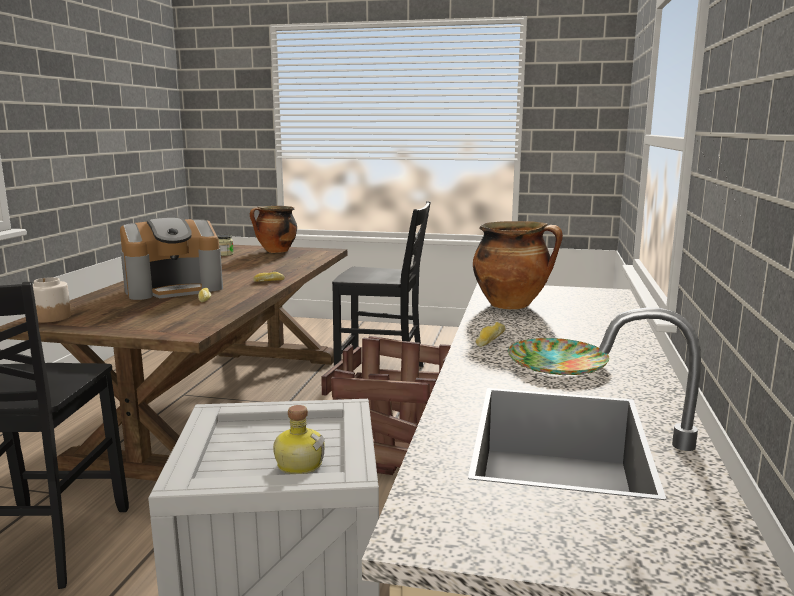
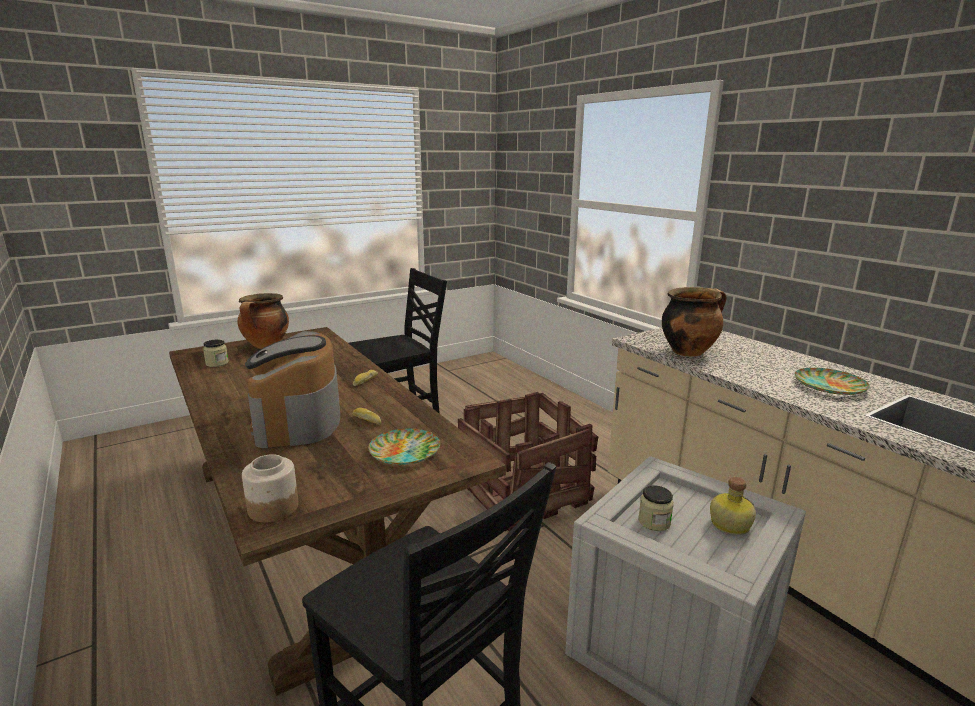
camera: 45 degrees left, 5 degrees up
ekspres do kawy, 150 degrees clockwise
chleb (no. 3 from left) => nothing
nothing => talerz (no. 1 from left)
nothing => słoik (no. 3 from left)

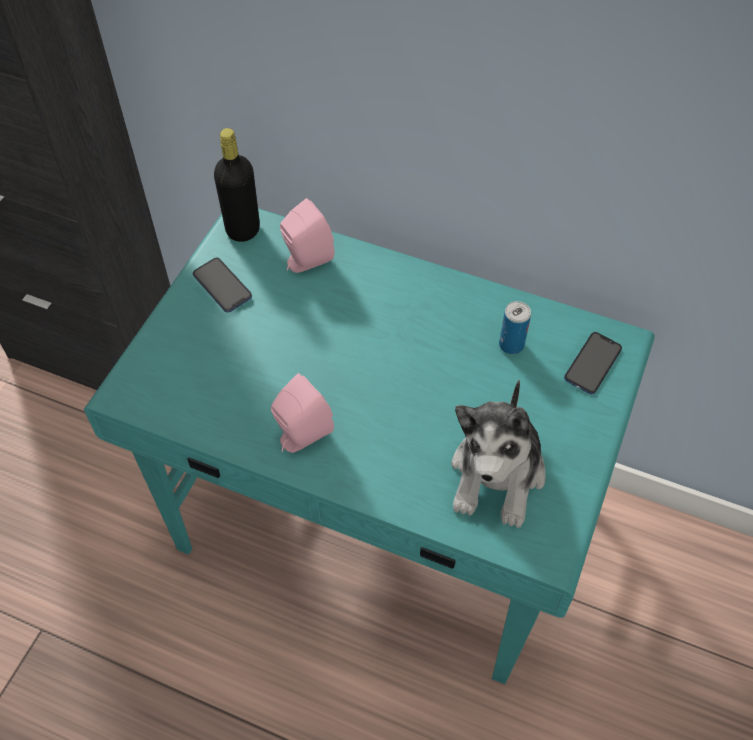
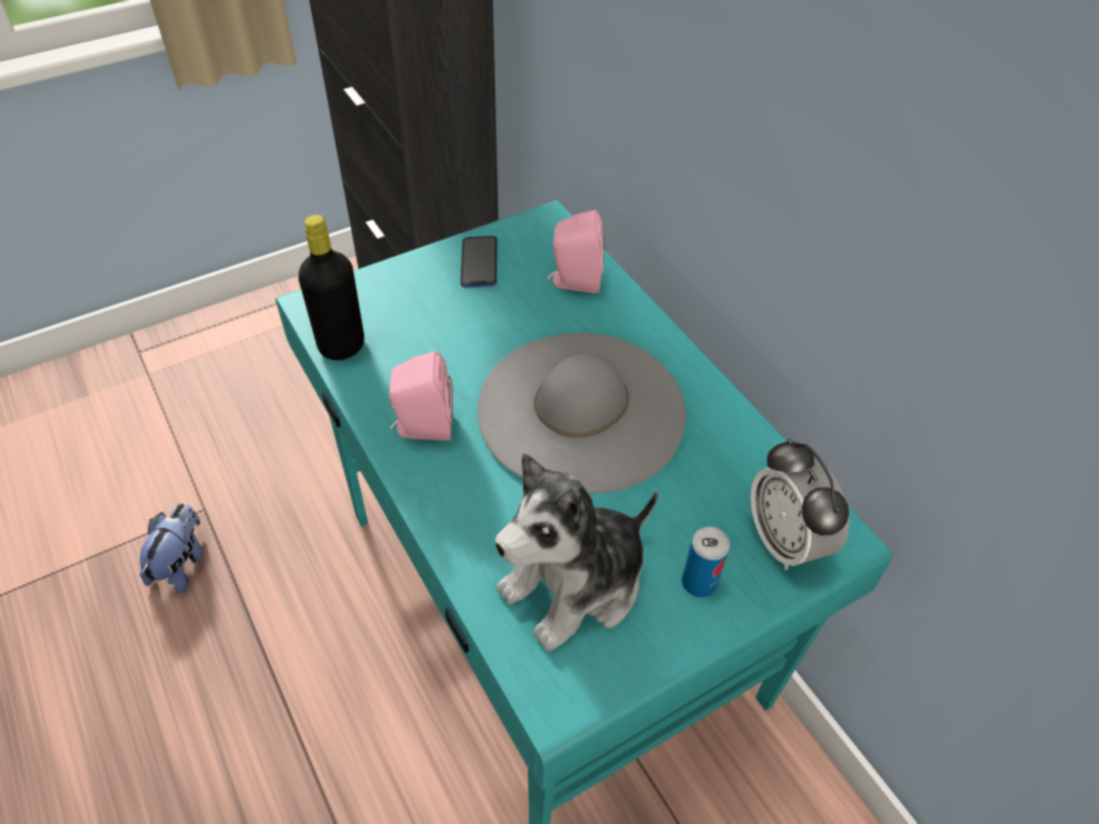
camera: 35 degrees right, 5 degrees down
butelka/czarny, shifted
puszka, shifted
telefon (no. 2 from left) => budzik
nothing => pluszak (no. 1 from left)
nothing => kapelusz/szary

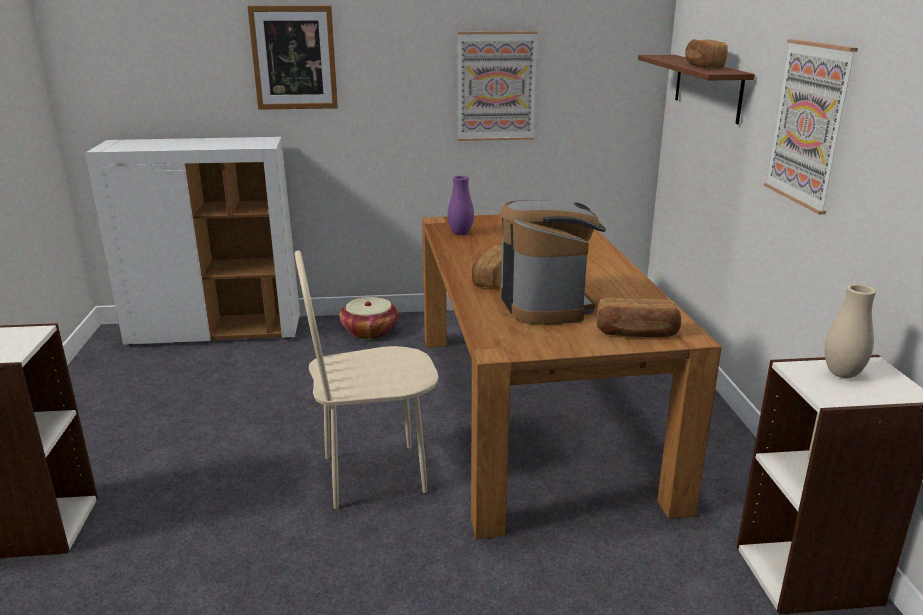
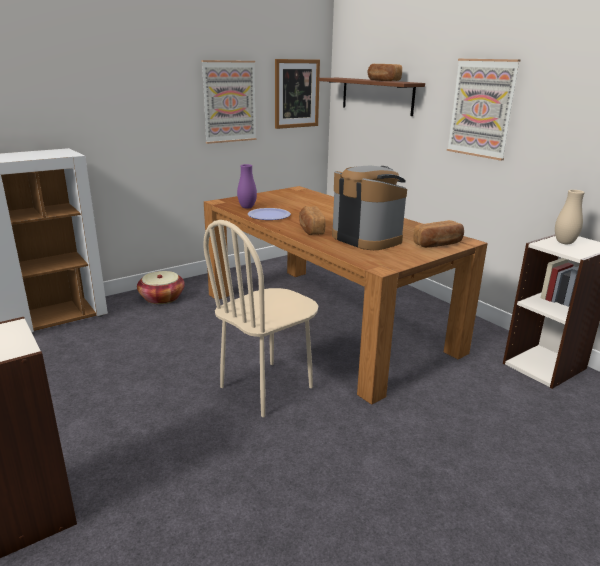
camera: 30 degrees left, 0 degrees up
obraz (no. 1 from left in the first image) => obraz (no. 2 from left), shifted
nothing => talerz

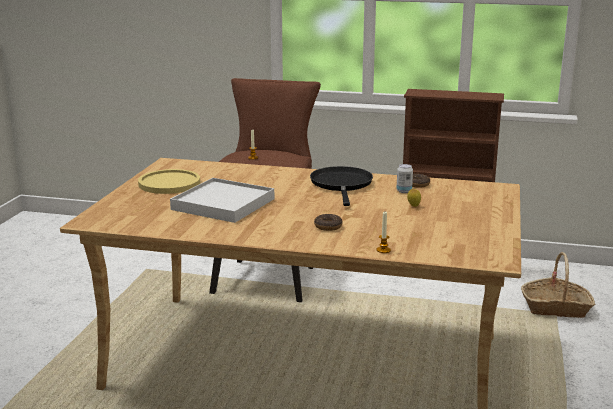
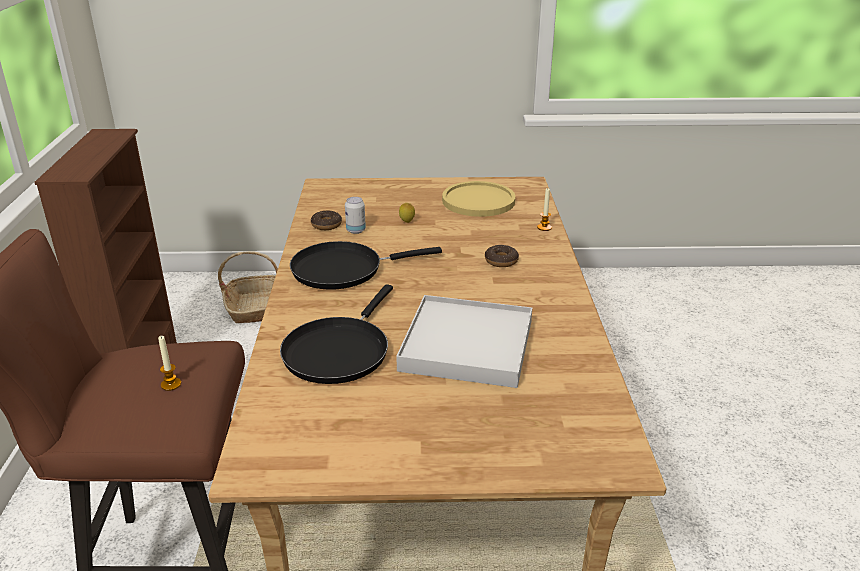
camera: 105 degrees left, 10 degrees up
talerz/żółty, shifted
nothing => patelnia/czarny (no. 1 from left)

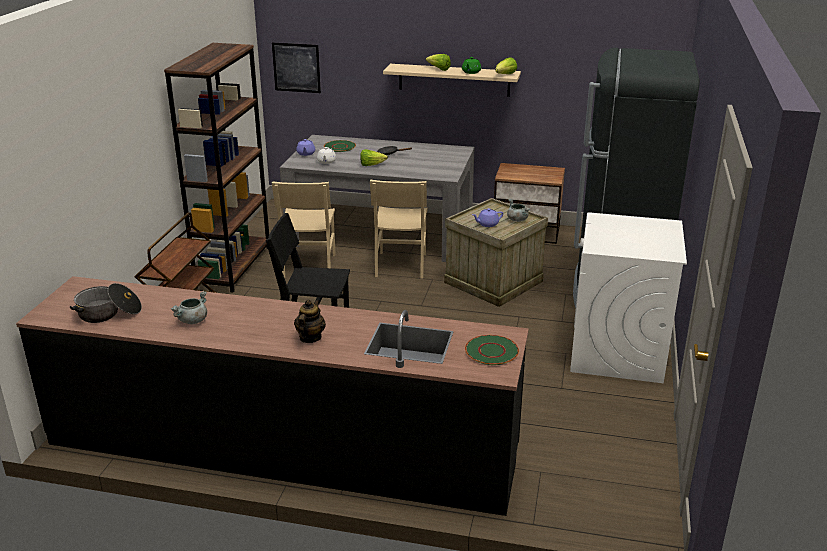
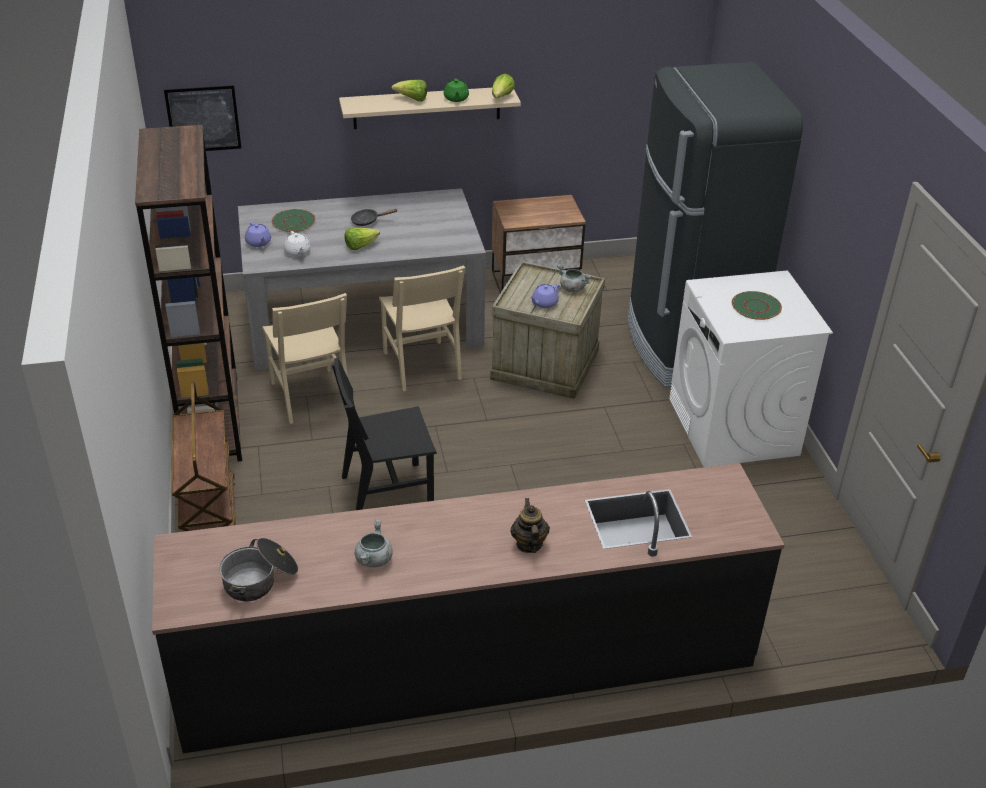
camera: 25 degrees left, 10 degrees up
talerz/zielony (no. 2 from left), shifted

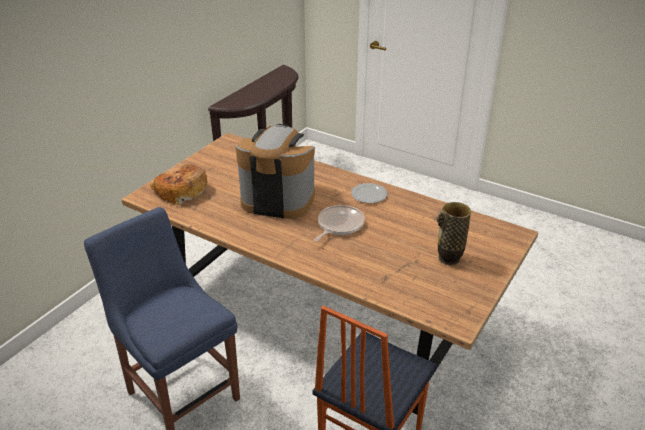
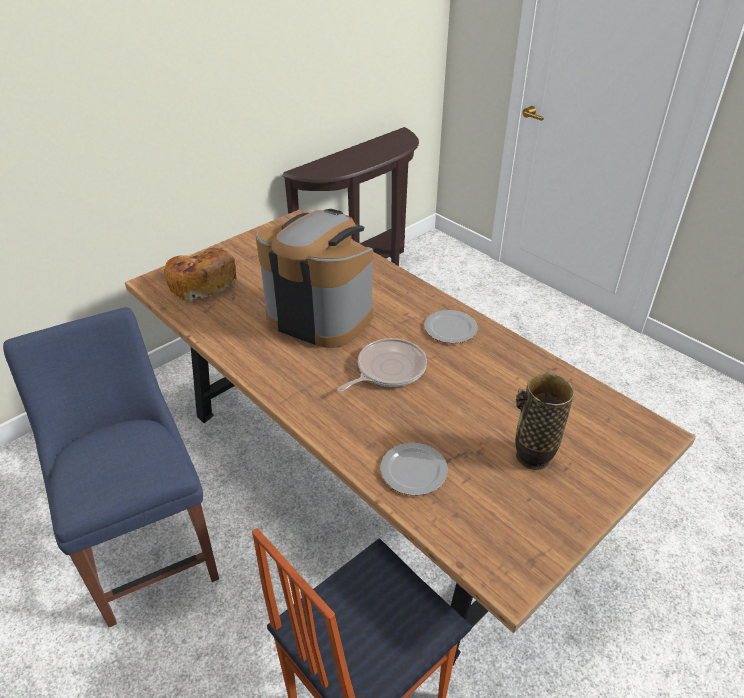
camera: 15 degrees right, 5 degrees up
nothing => talerz (no. 1 from left)

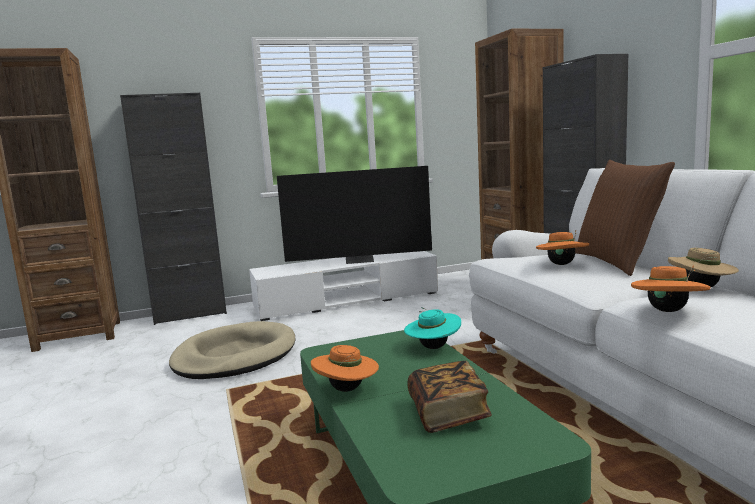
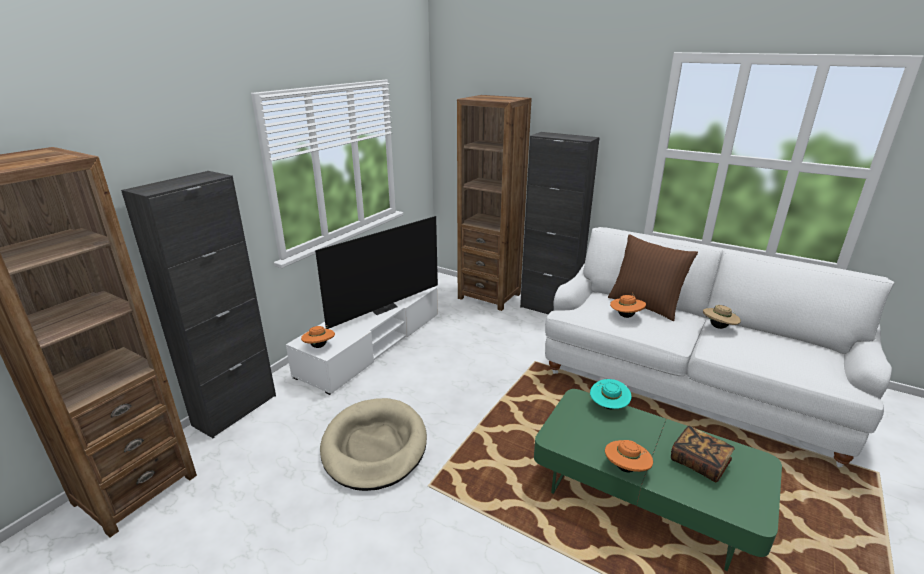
camera: 40 degrees left, 15 degrees up
kapelusz/pomarańczowy (no. 3 from left in the first image) => kapelusz/pomarańczowy (no. 1 from left), shifted

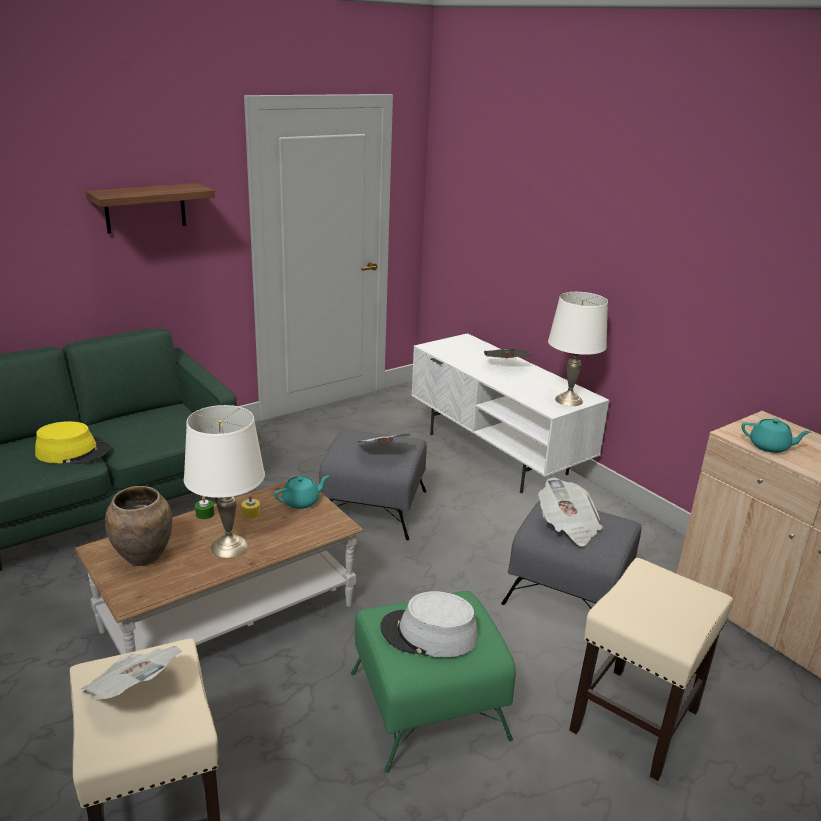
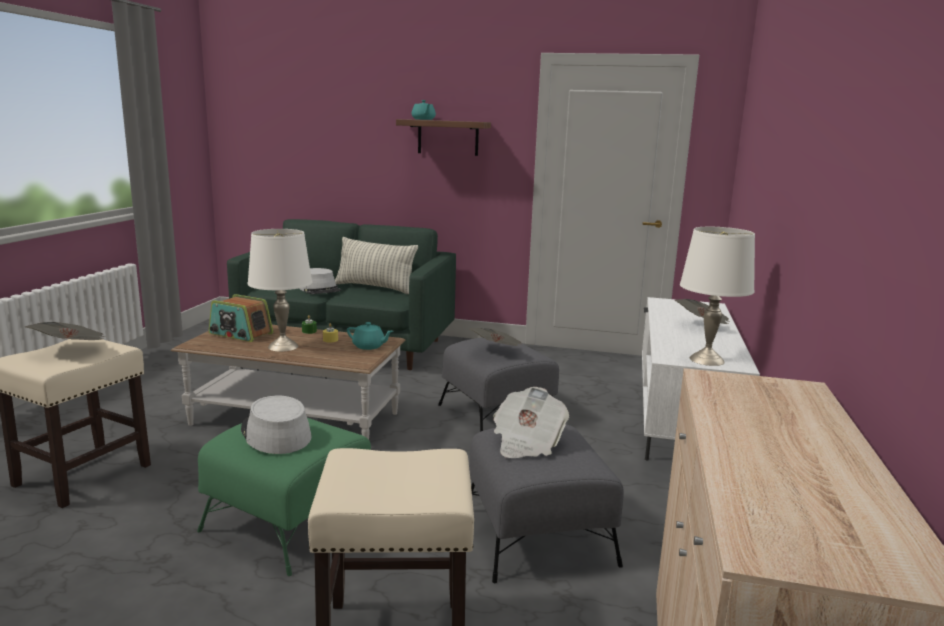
camera: 50 degrees right, 10 degrees down
kapelusz/żółty => kapelusz/szary (no. 2 from left)
wazon/brązowy => radio
imbryk/turkusowy (no. 2 from left), shifted
nothing => poduszka

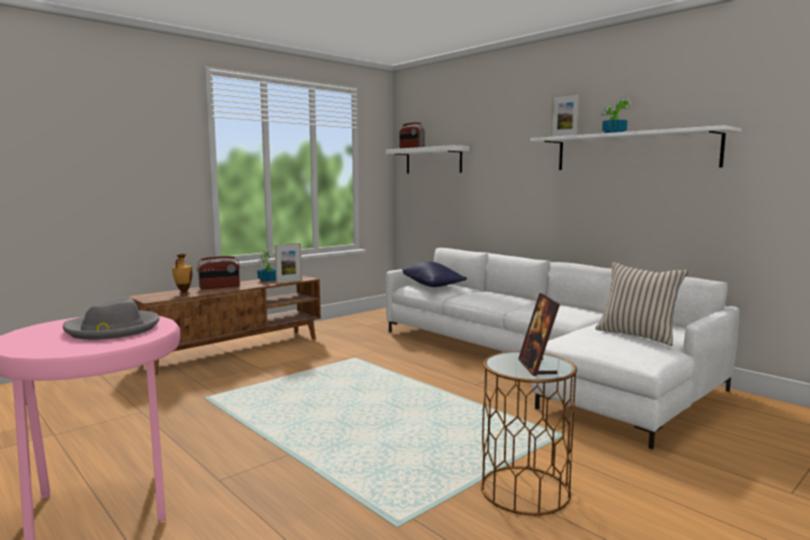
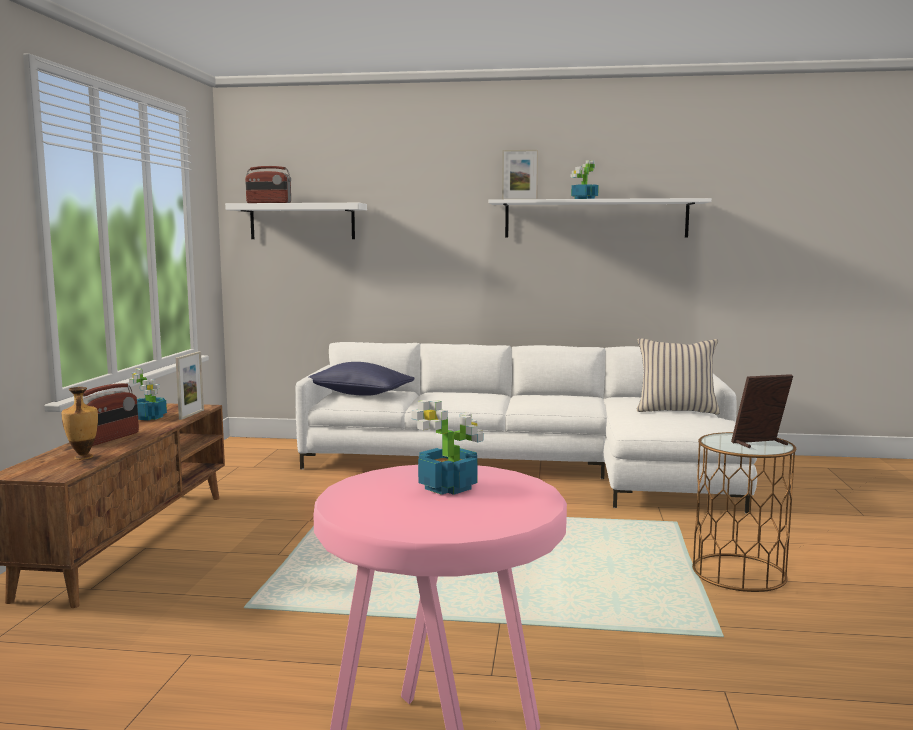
camera: 40 degrees left, 0 degrees up
kapelusz/szary => roślina doniczkowa (no. 2 from left)
ramka na zdjęcie (no. 2 from left in the first image) => ramka na zdjęcie (no. 3 from left), 120 degrees clockwise

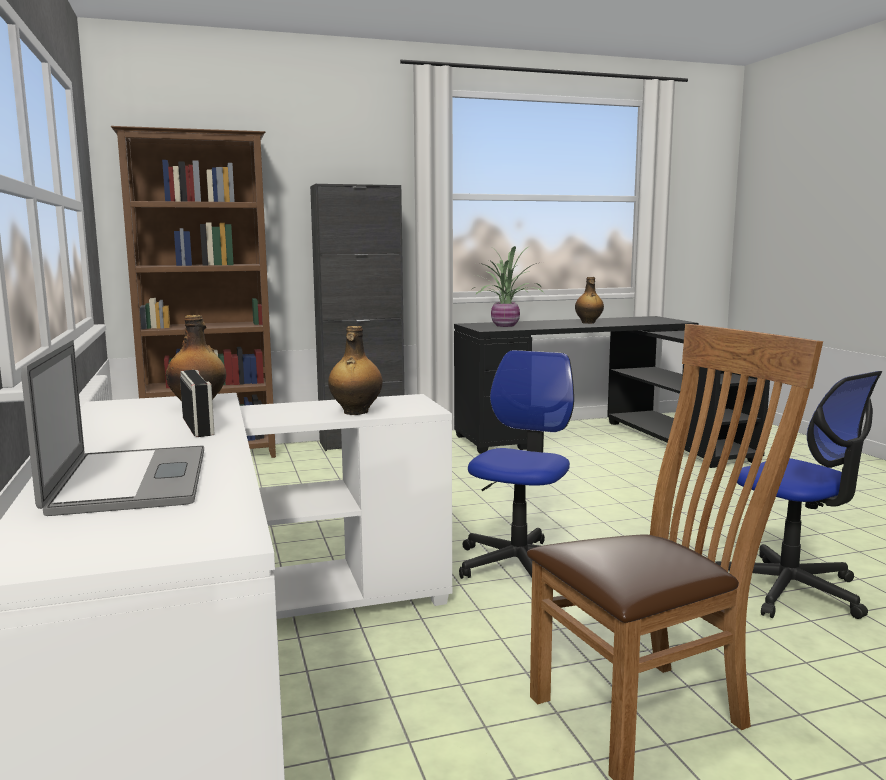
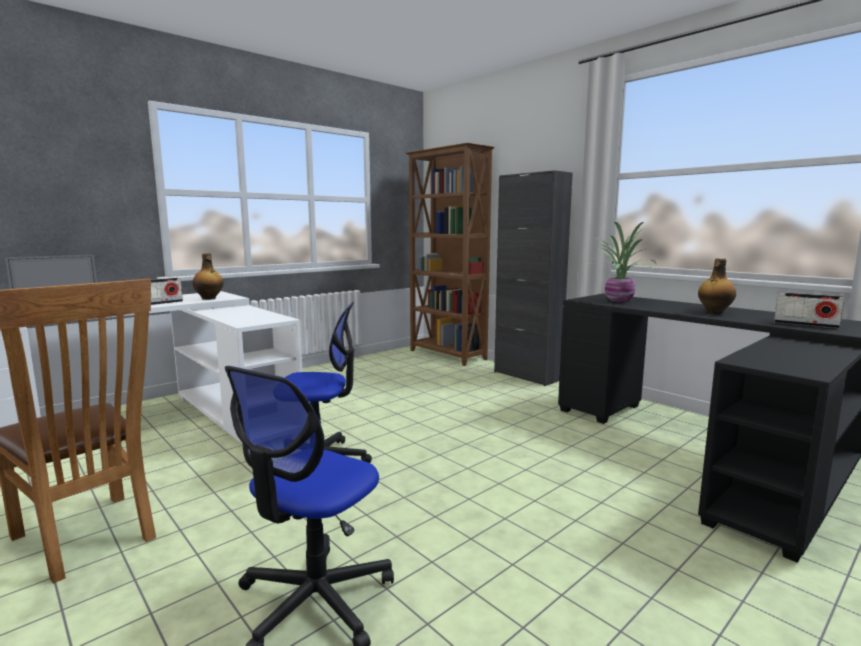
camera: 65 degrees right, 0 degrees up
butelka (no. 2 from left) => nothing
nothing => radio (no. 2 from left)

